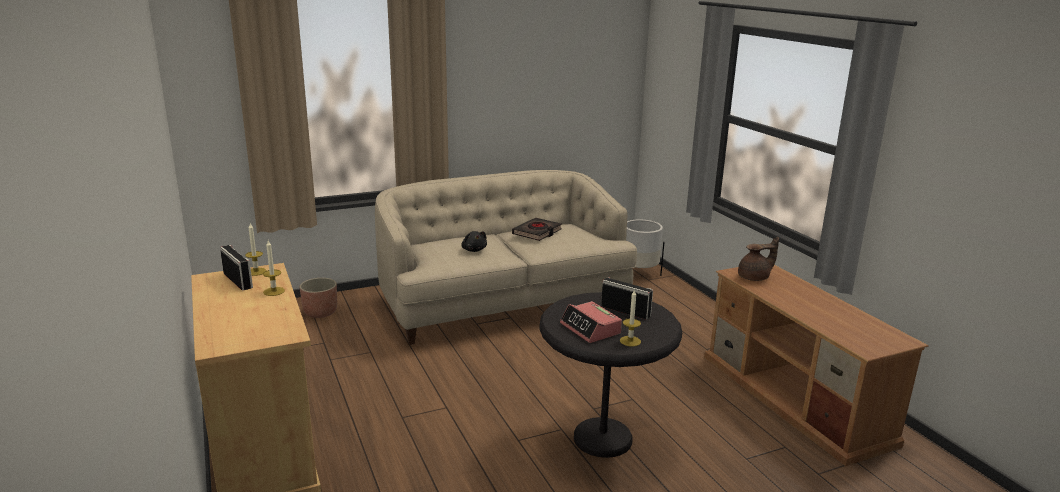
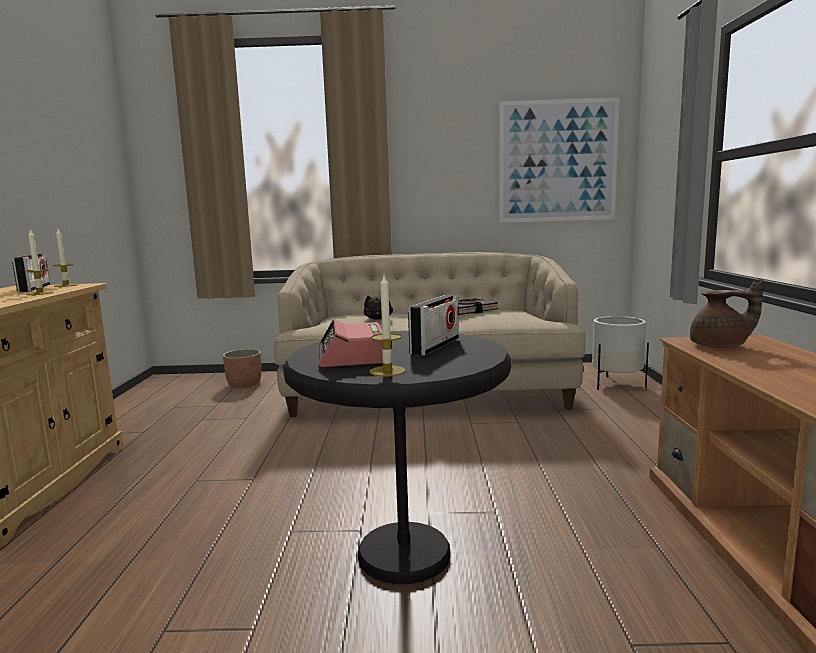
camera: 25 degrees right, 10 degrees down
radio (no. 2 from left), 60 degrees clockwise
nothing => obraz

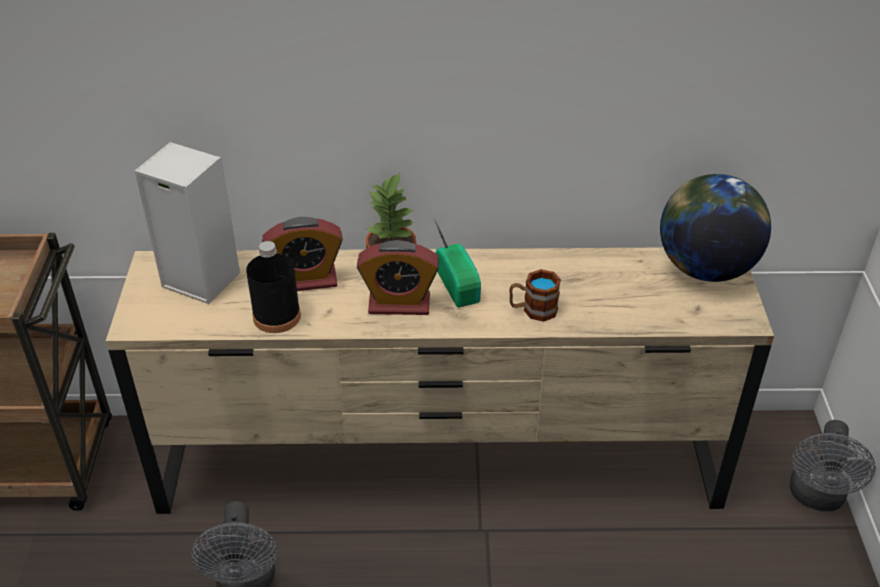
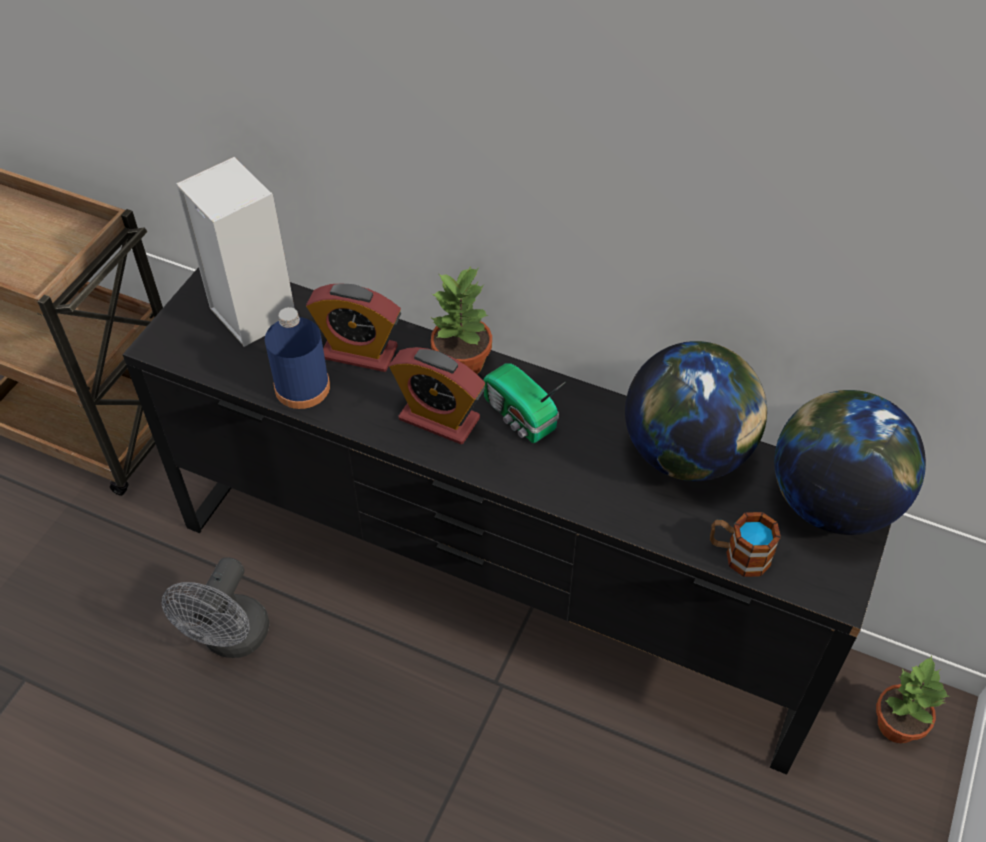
camera: 25 degrees right, 10 degrees up
komoda/beżowy => komoda/czarny
butelka/czarny => butelka/niebieski
radio, 135 degrees clockwise
kubek, shifted
wentylator/szary (no. 2 from left) => nothing
nothing => globus (no. 1 from left)
nothing => roślina doniczkowa (no. 2 from left)

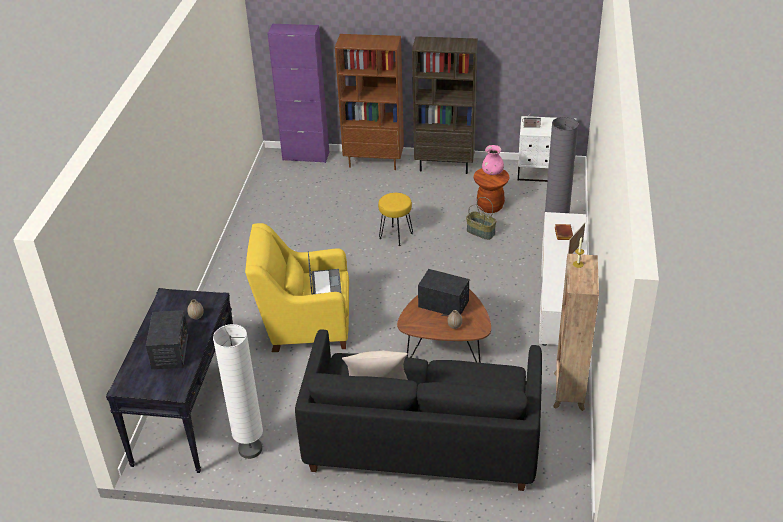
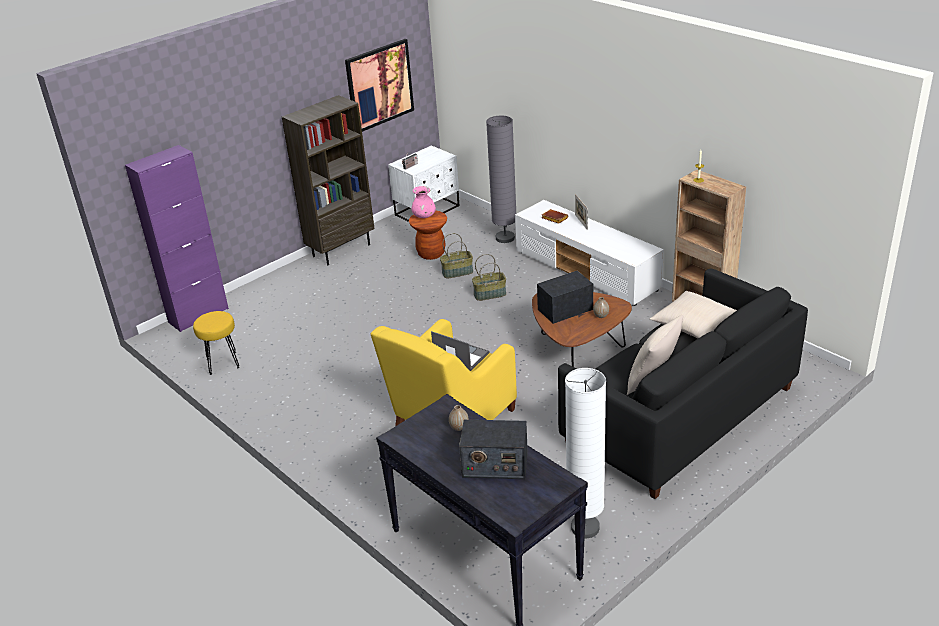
camera: 50 degrees left, 5 degrees down
radio (no. 1 from left in the first image) => radio (no. 2 from left), 150 degrees clockwise
regał/brązowy (no. 1 from left) => nothing
stołek/żółty, shifted
nothing => obraz
nothing => koszyk (no. 2 from left)
nothing => poduszka/beżowy (no. 2 from left)

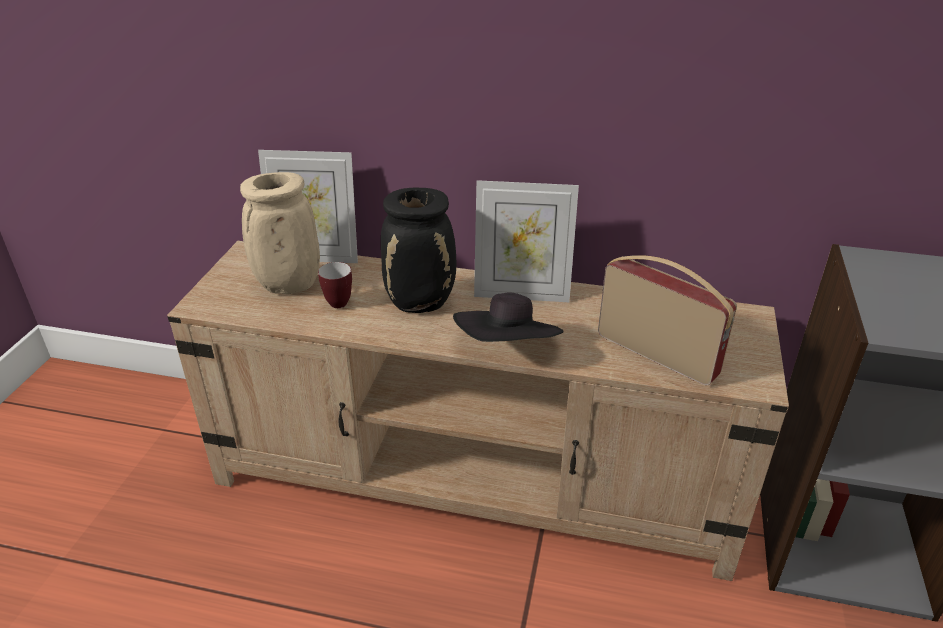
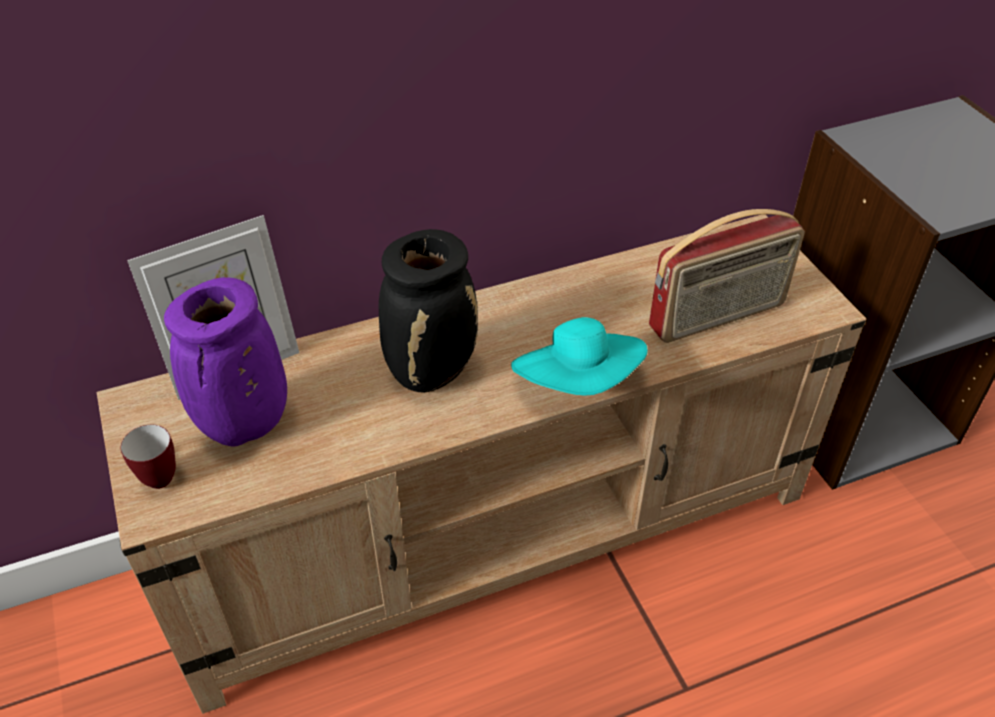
camera: 35 degrees left, 10 degrees up
wazon/beżowy => wazon/fioletowy
kubek, shifted
kapelusz/czarny => kapelusz/turkusowy
ramka na zdjęcie (no. 2 from left) => nothing
radio, 150 degrees clockwise

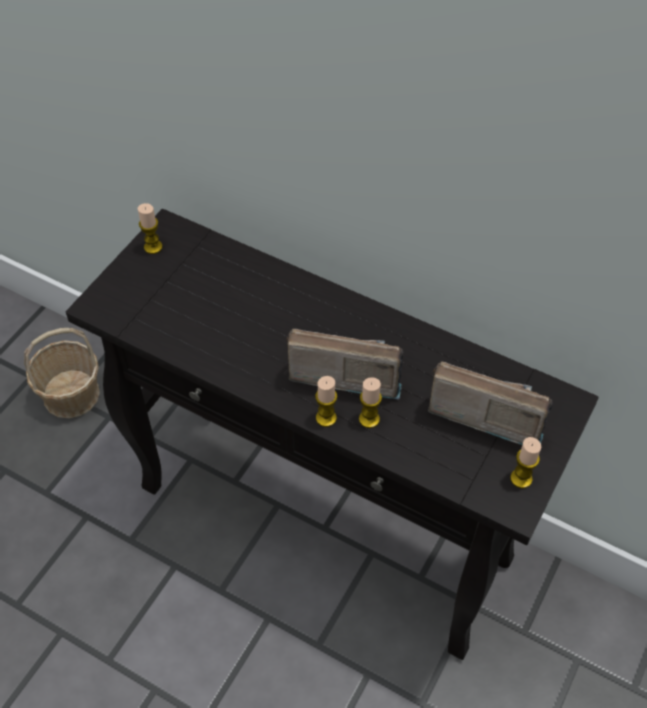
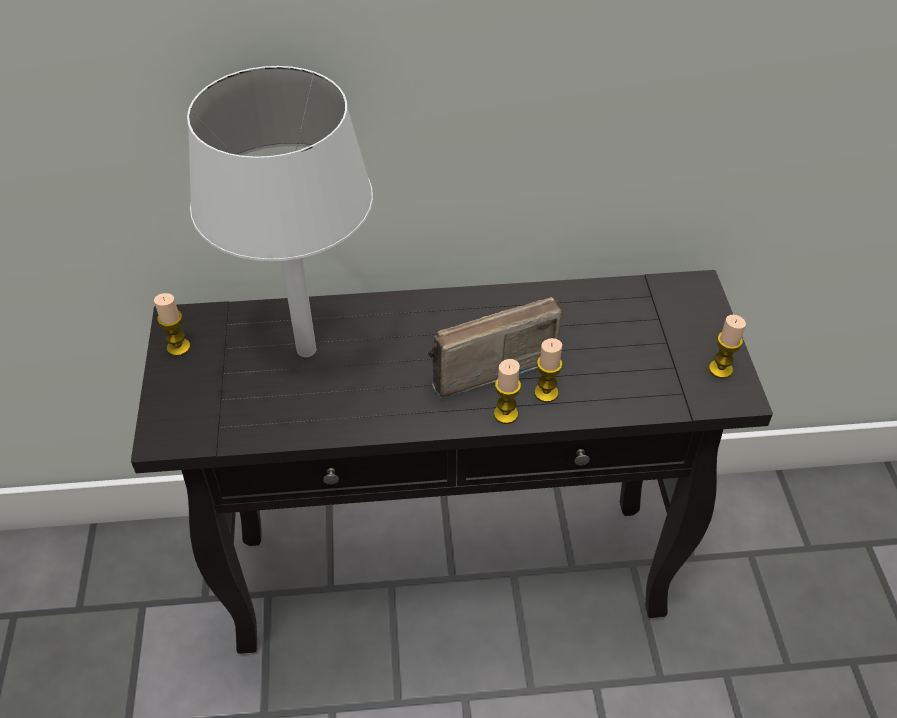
camera: 35 degrees left, 5 degrees down
koszyk => nothing
radio (no. 2 from left) => nothing
nothing => lampa stołowa/biały

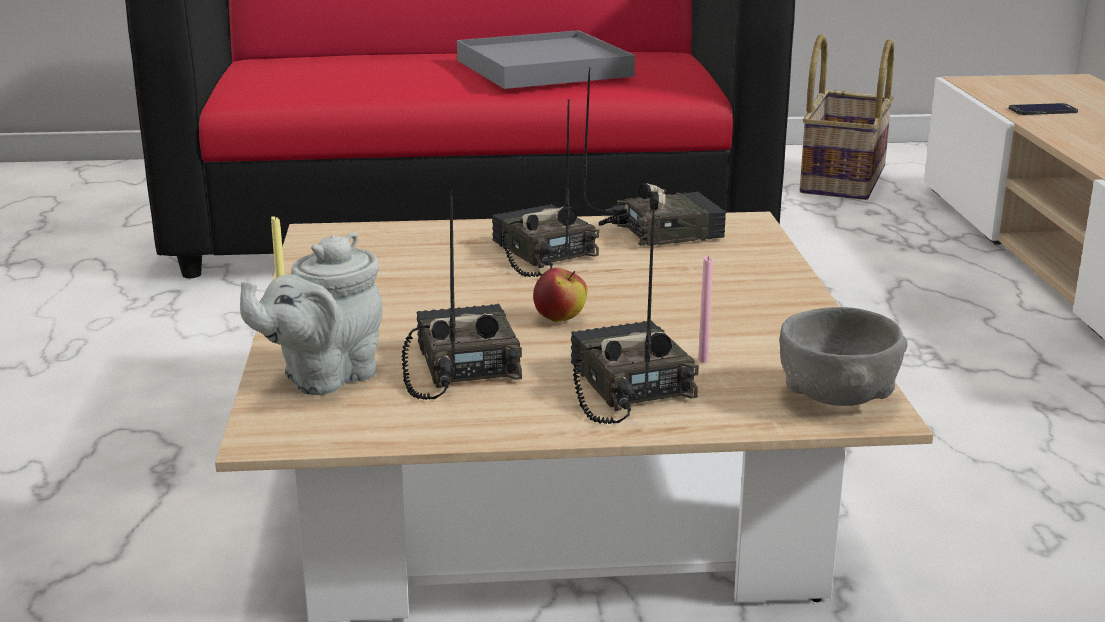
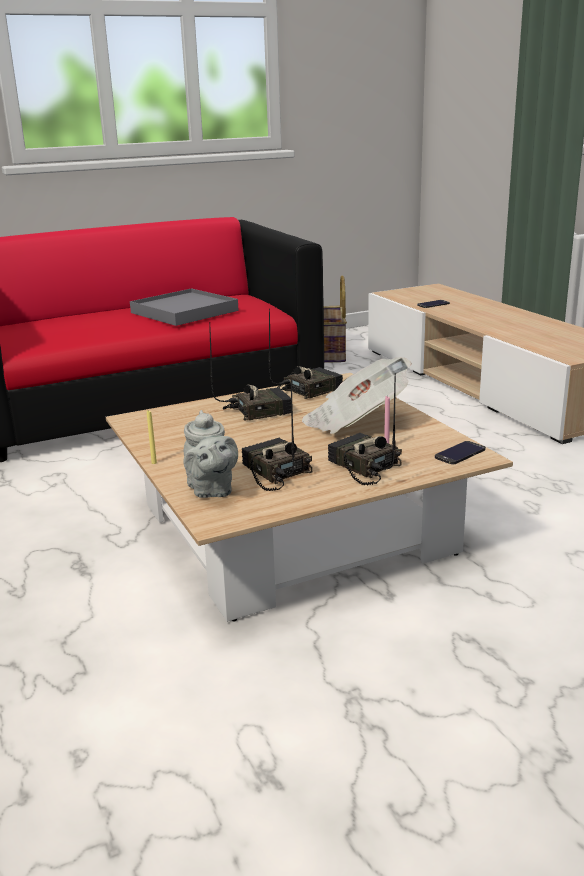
camera: 20 degrees left, 0 degrees up
imbryk/szary, 45 degrees counterclockwise
radio (no. 2 from left in the first image) => radio (no. 1 from left), 120 degrees clockwise
jabłko => nothing
miska/szary => telefon (no. 2 from left)
nothing => gazeta

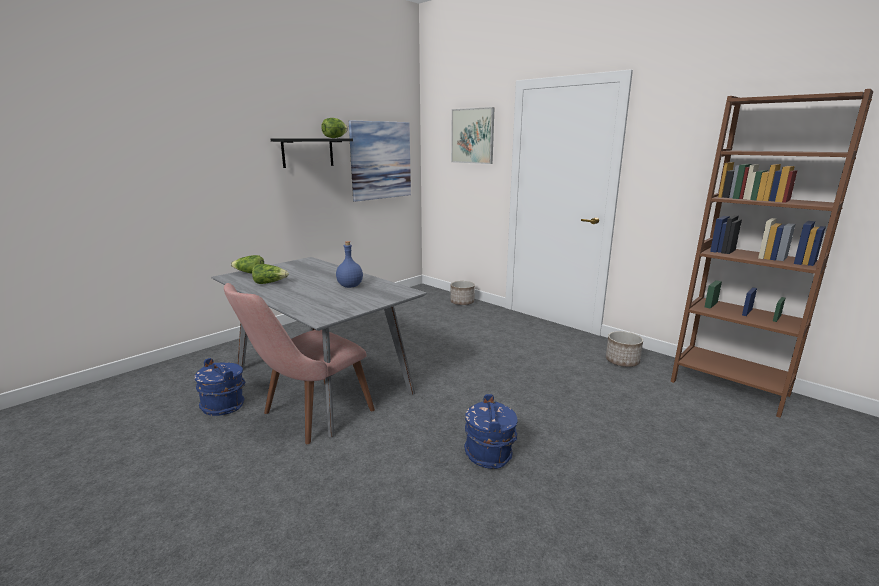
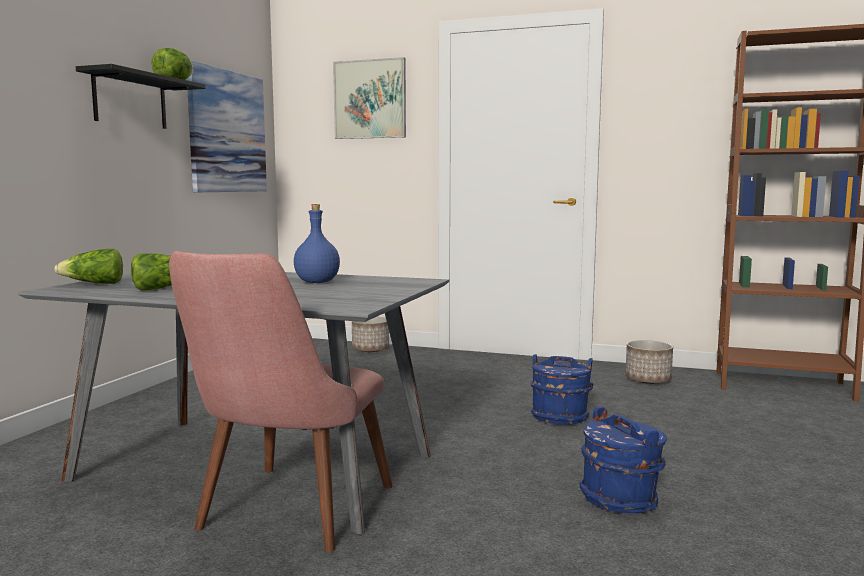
camera: 25 degrees left, 10 degrees down
wiadro/niebieski (no. 1 from left), shifted

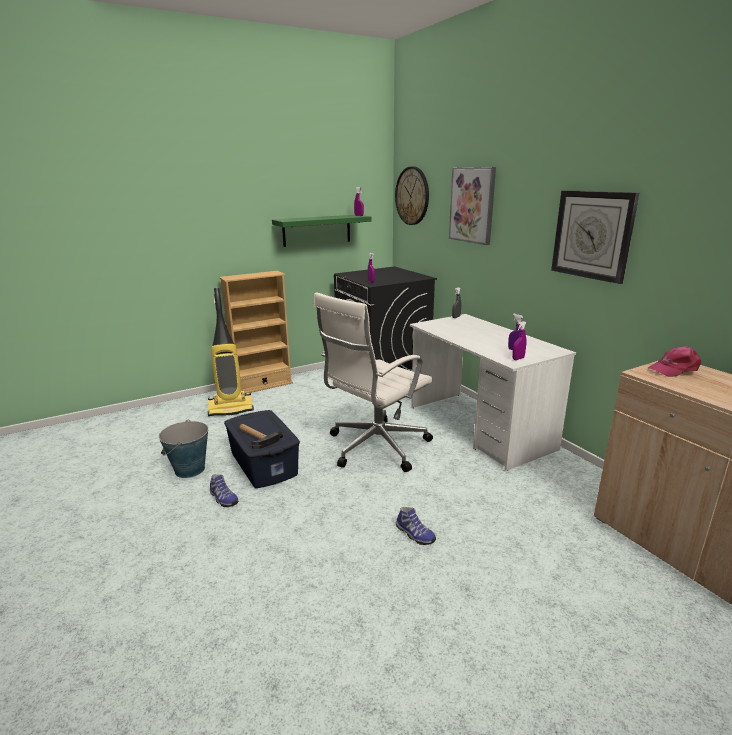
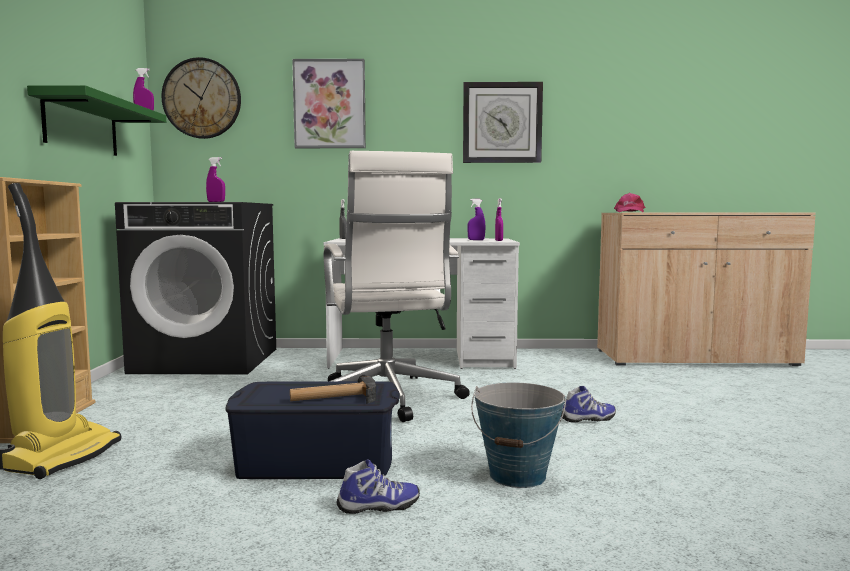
camera: 60 degrees left, 15 degrees down
wiadro, shifted

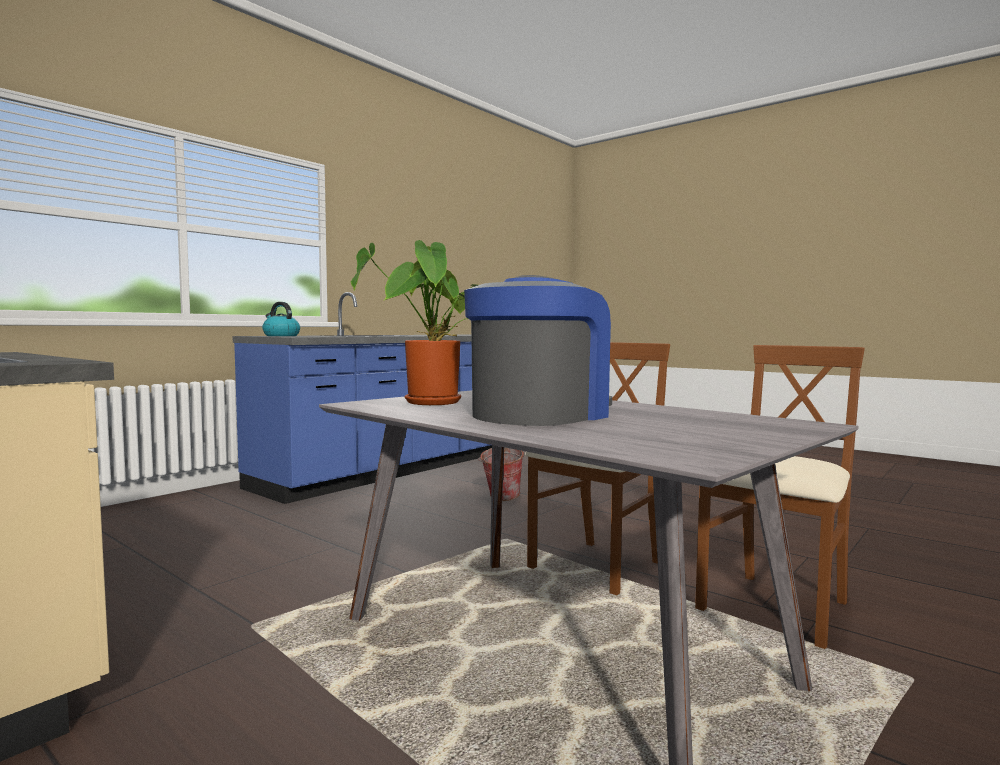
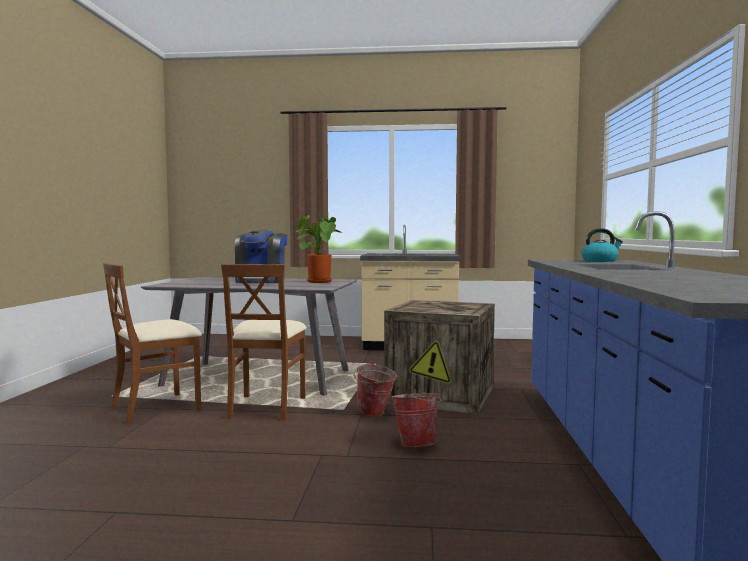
camera: 145 degrees right, 0 degrees up
krzesło/brązowy (no. 2 from left in the first image) => krzesło/brązowy (no. 1 from left), 45 degrees clockwise
nothing => wiadro (no. 1 from left)
nothing => skrzynka

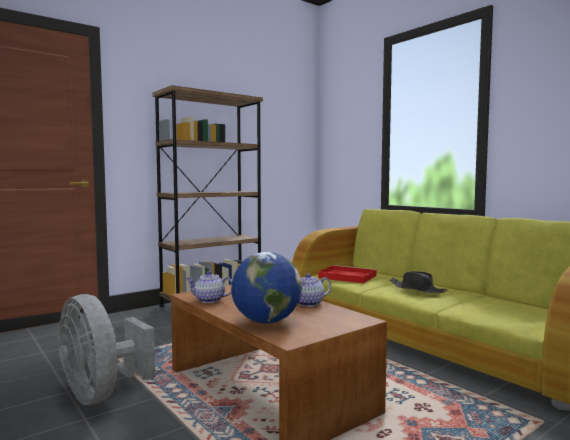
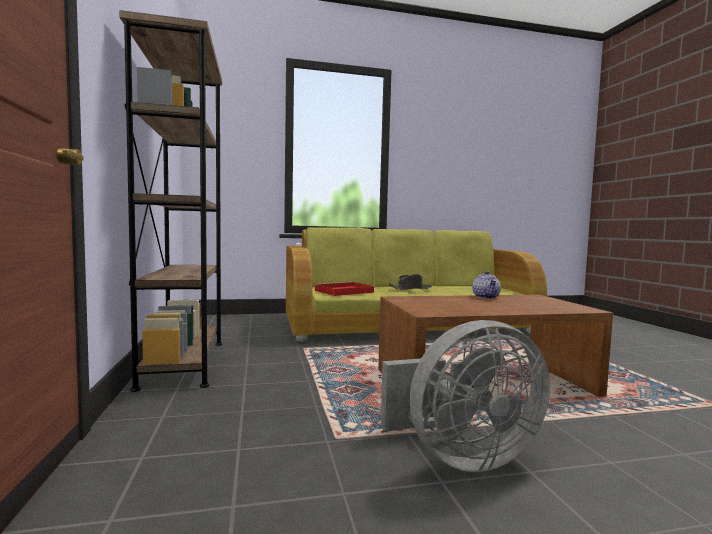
camera: 65 degrees left, 0 degrees up
imbryk (no. 1 from left) => nothing
globus => nothing

